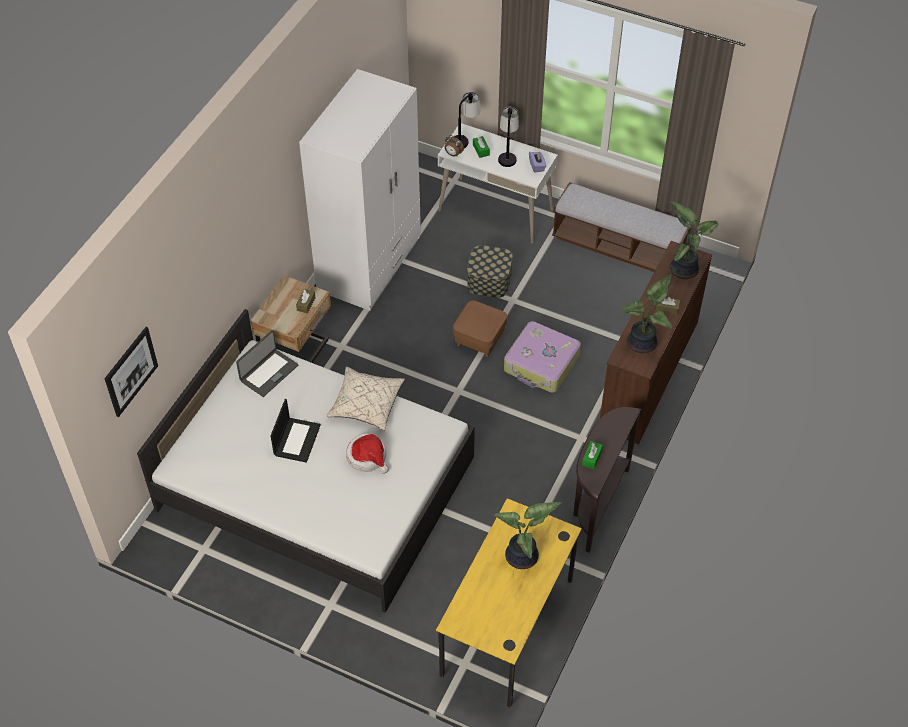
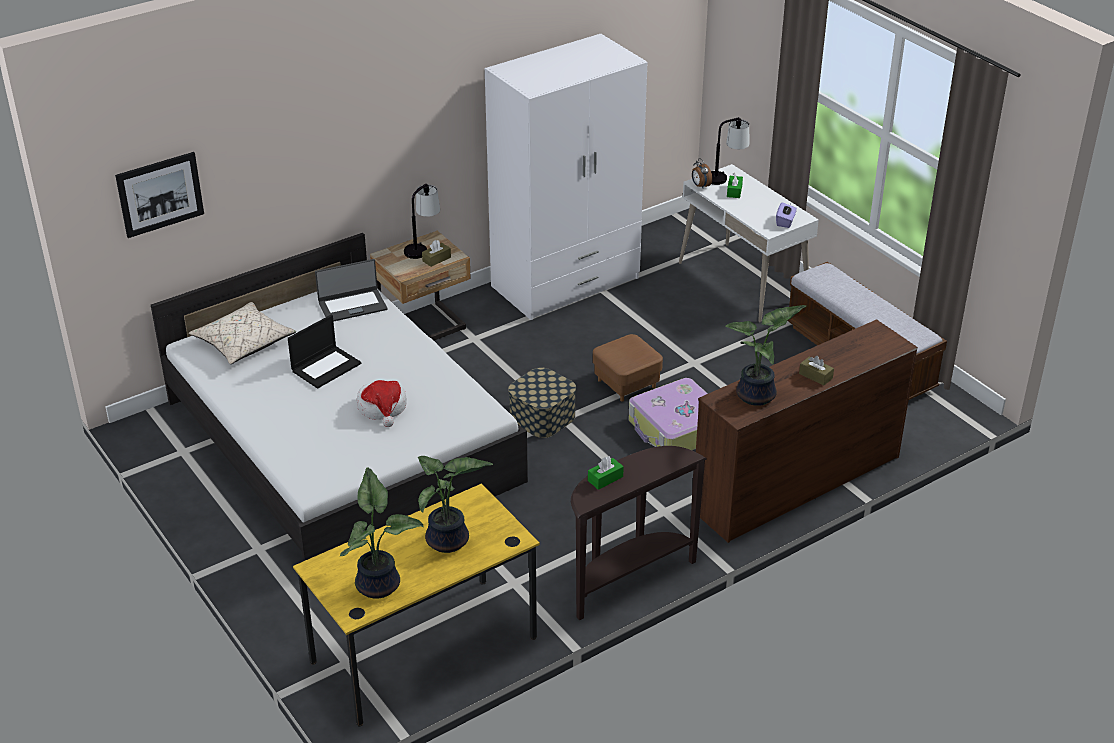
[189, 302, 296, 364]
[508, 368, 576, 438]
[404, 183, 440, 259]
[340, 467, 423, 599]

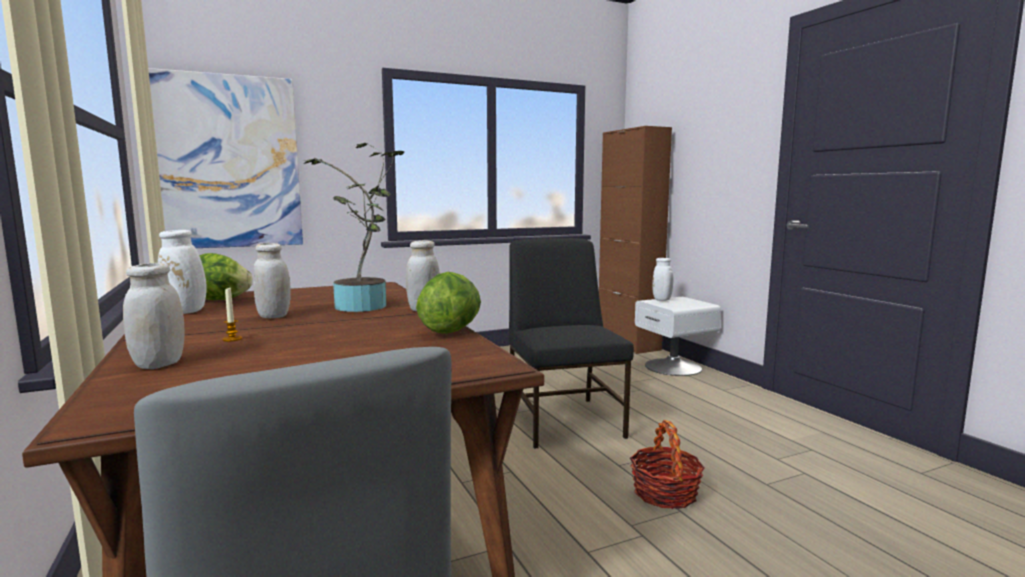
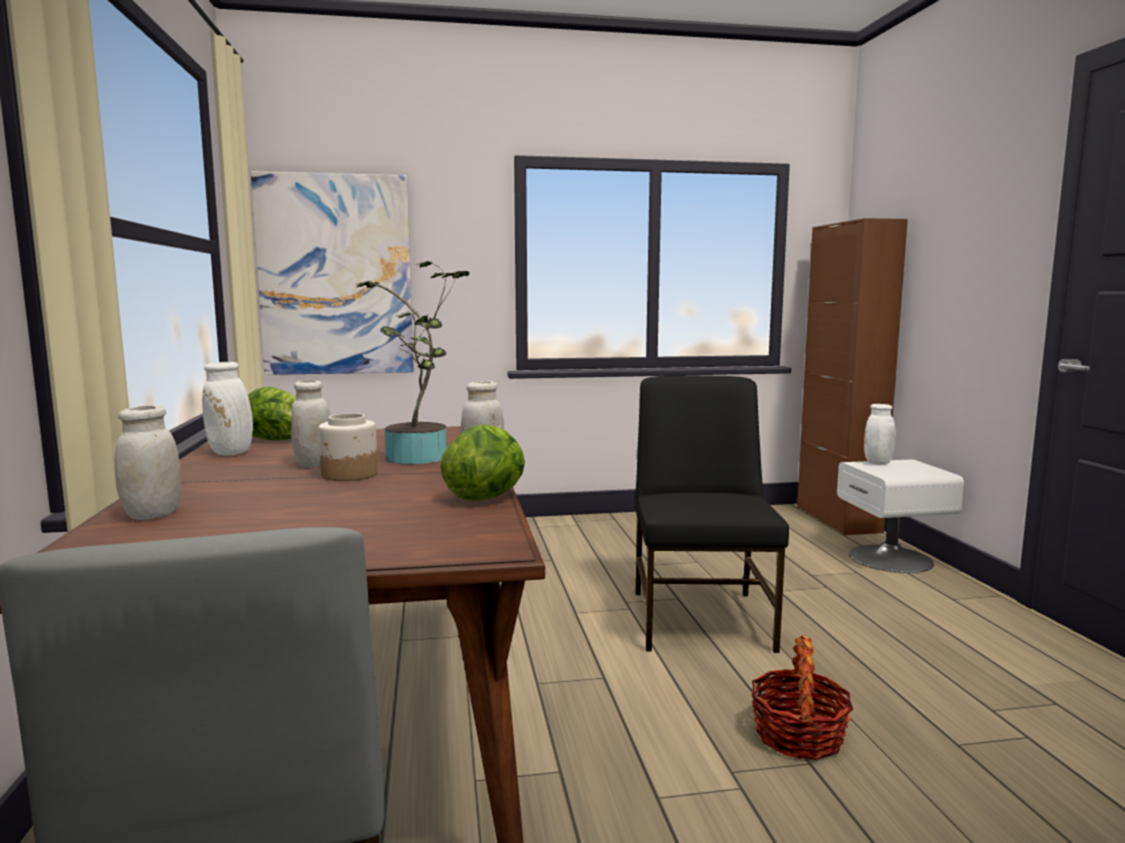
[222, 288, 242, 342] (first image)
[318, 413, 378, 481]

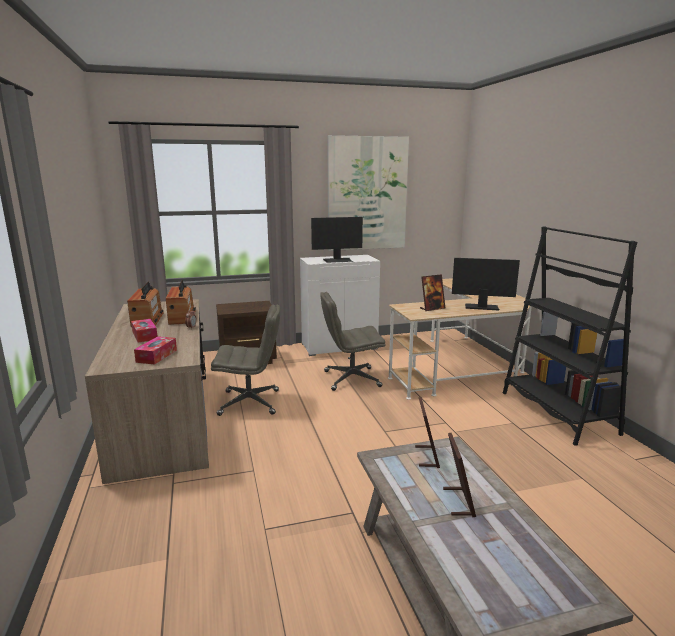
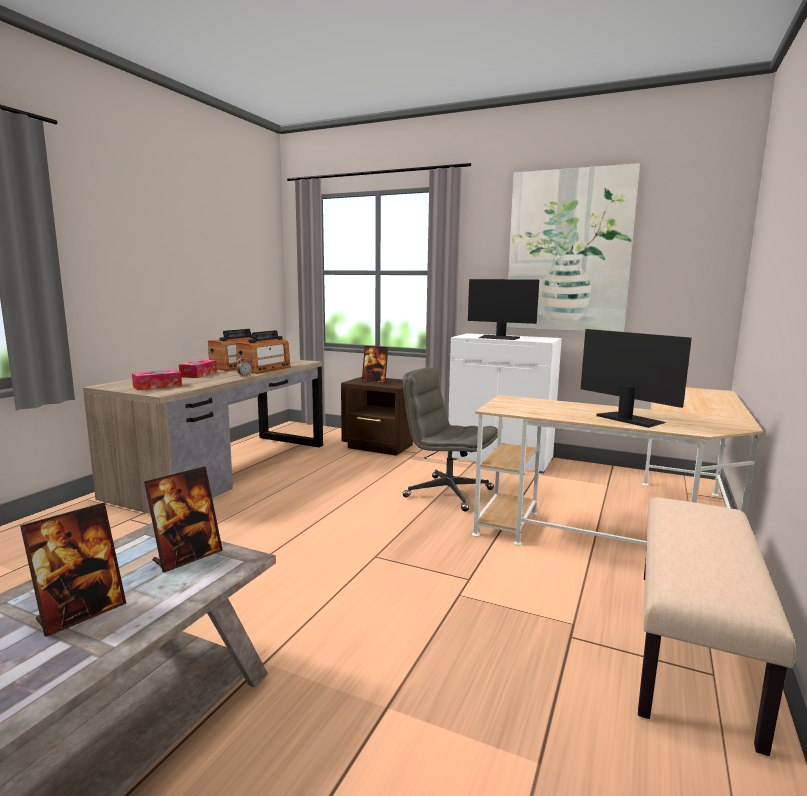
[211, 304, 280, 416] (first image)
[362, 346, 388, 383]
[638, 497, 796, 756]

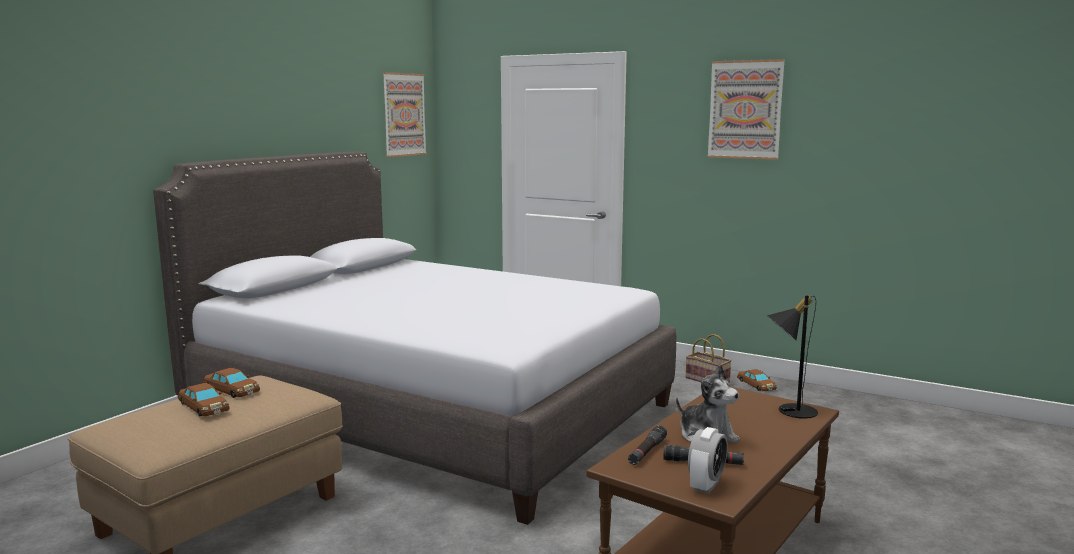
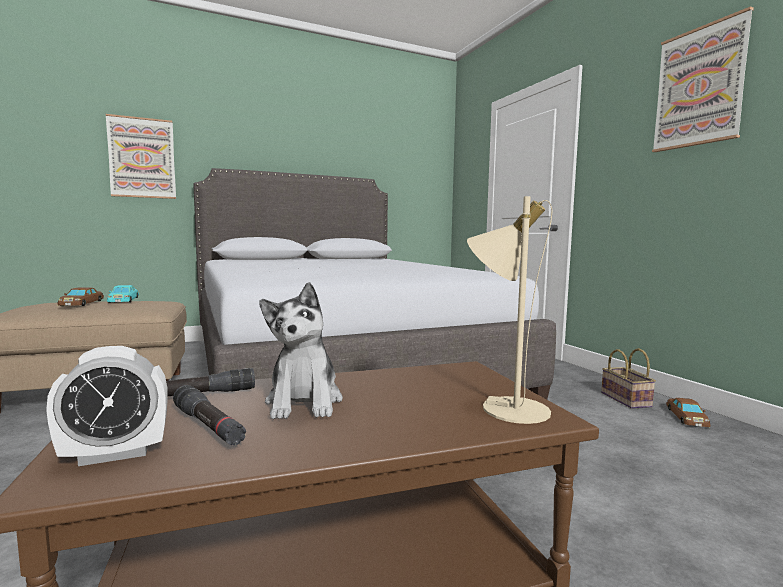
[106, 114, 176, 199]
[107, 285, 139, 303]
[467, 196, 553, 424]

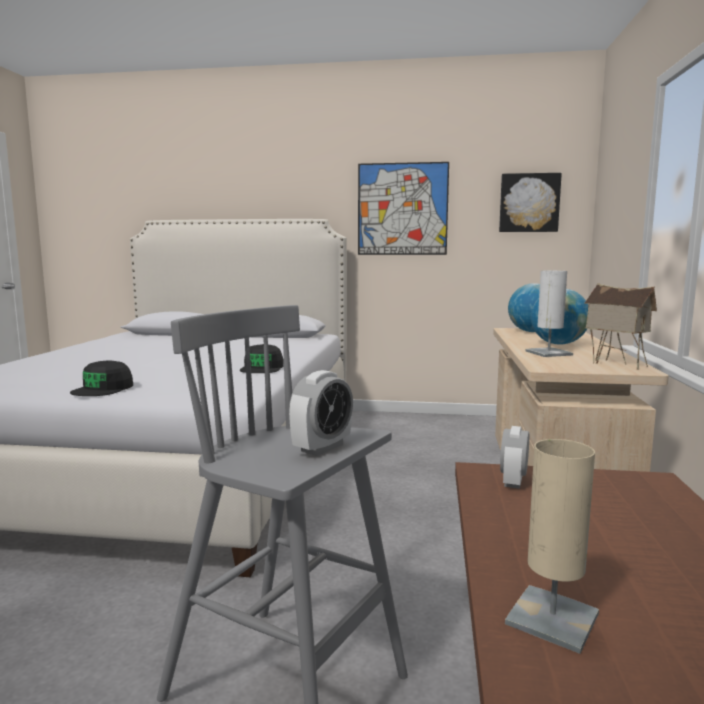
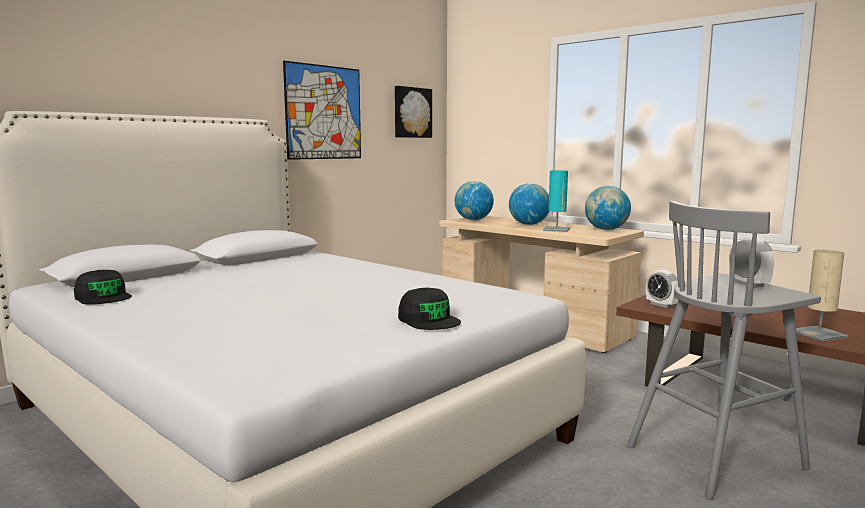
[74, 270, 132, 305]
[585, 186, 631, 230]
[543, 170, 570, 232]

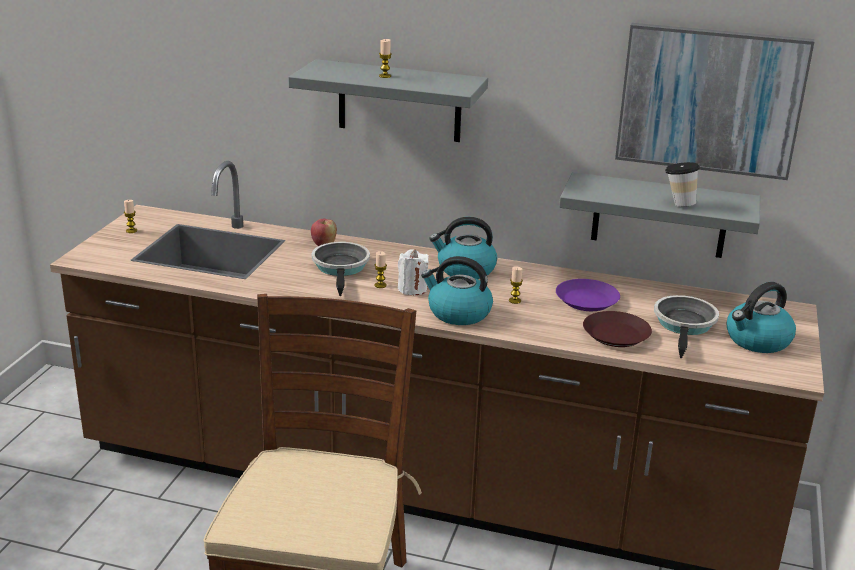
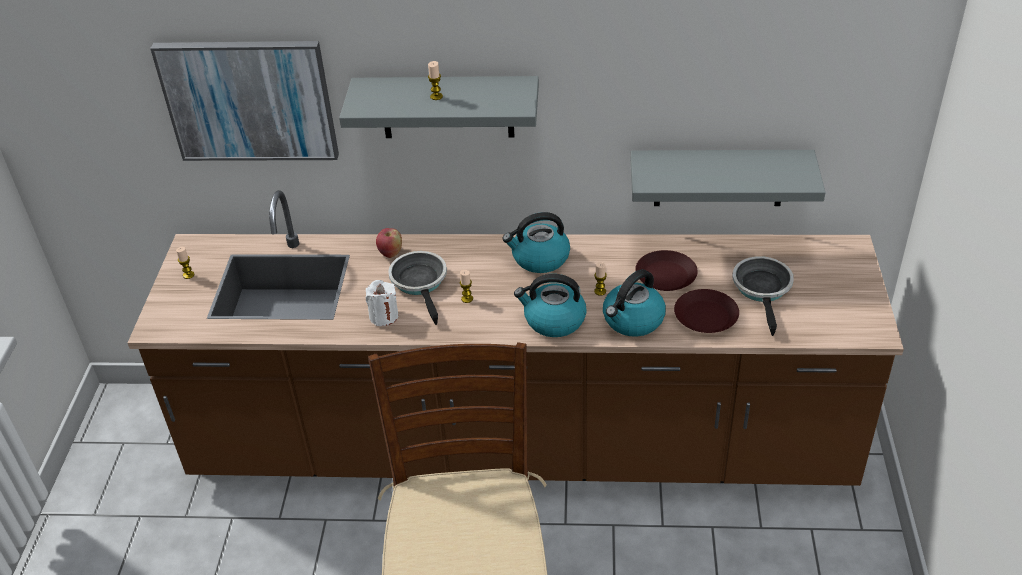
[665, 162, 700, 207] (first image)
[366, 280, 398, 326]
[150, 41, 339, 161]
[603, 269, 666, 337]
[635, 250, 698, 291]

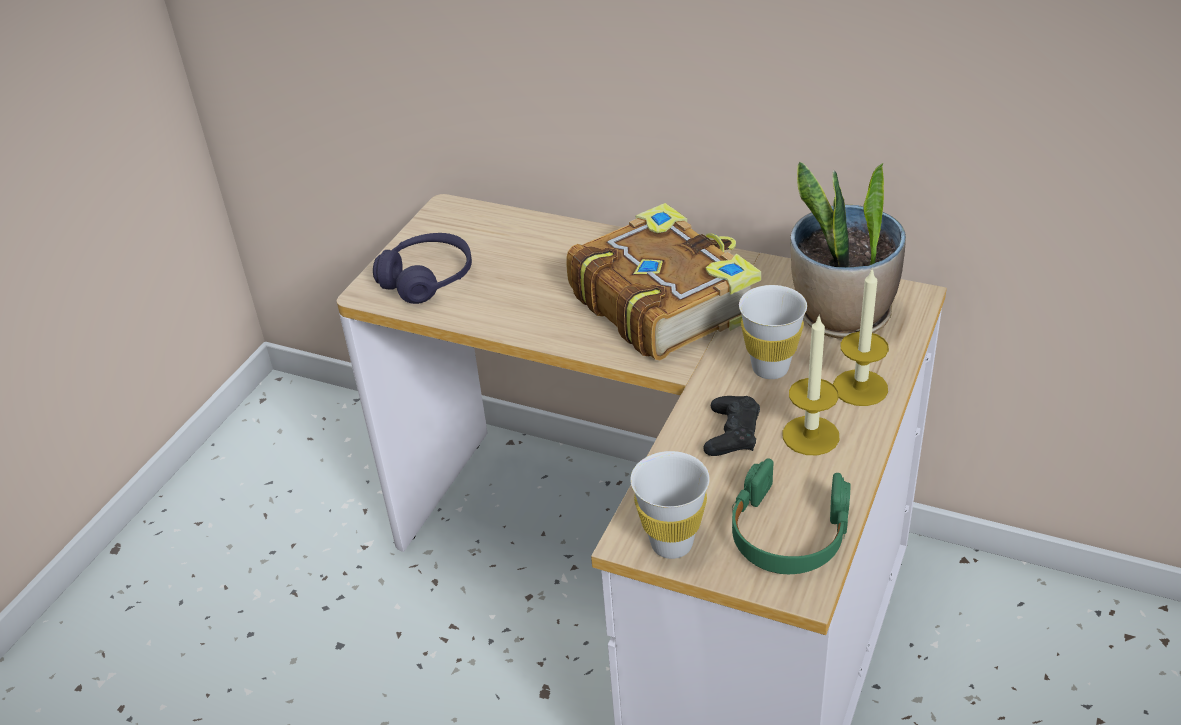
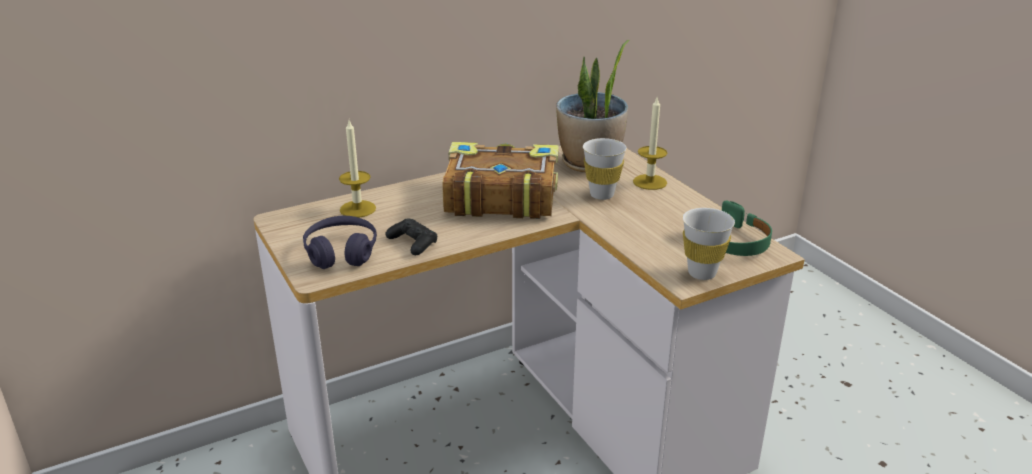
[385, 219, 437, 255]
[339, 121, 376, 218]

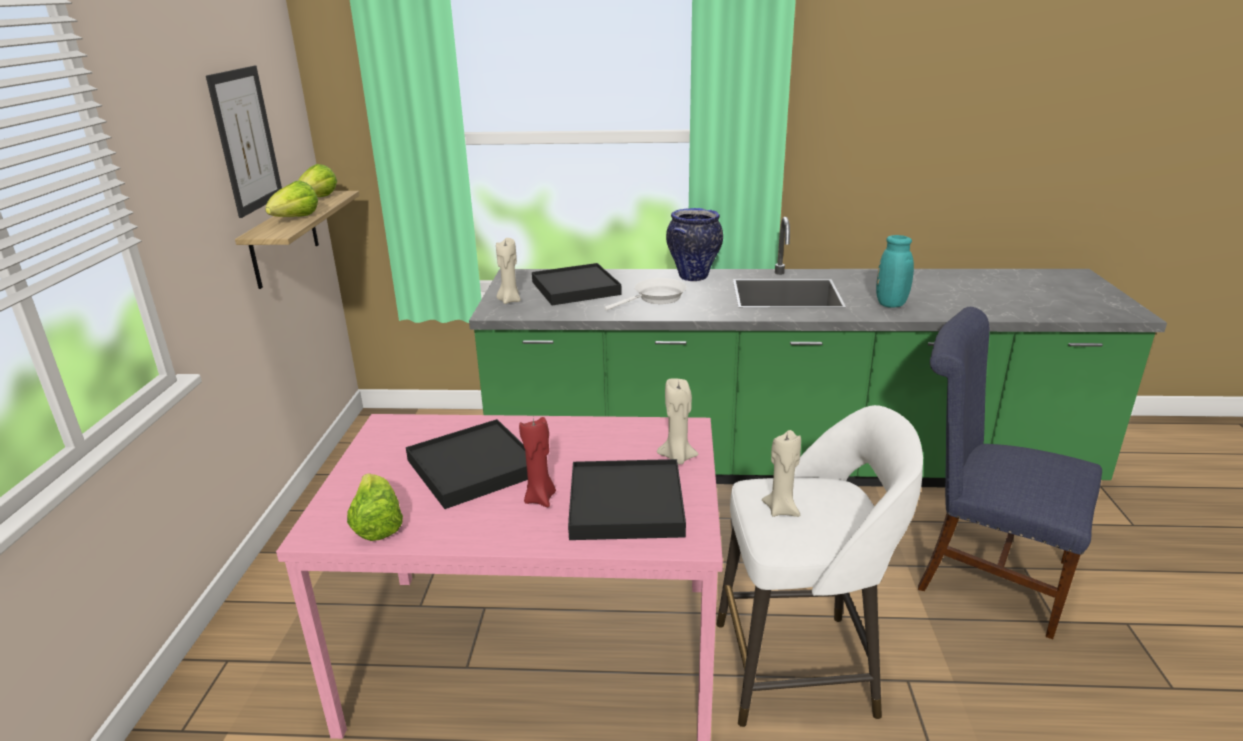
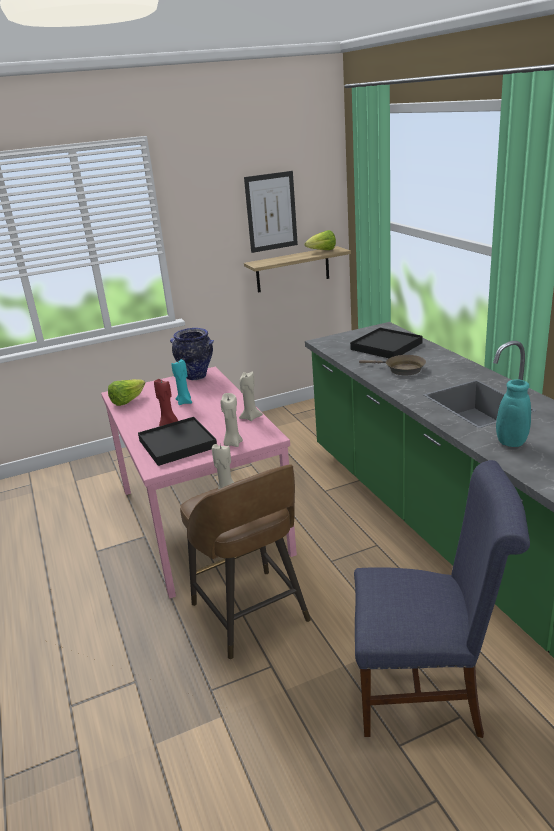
[265, 181, 318, 217] (first image)
[239, 372, 263, 421]
[170, 328, 214, 380]
[171, 359, 192, 405]
[359, 355, 426, 375]
[180, 465, 311, 659]
[354, 460, 530, 738]

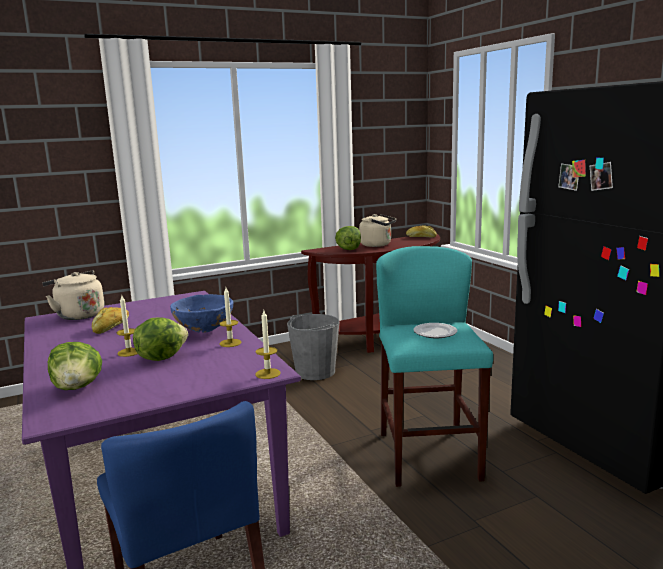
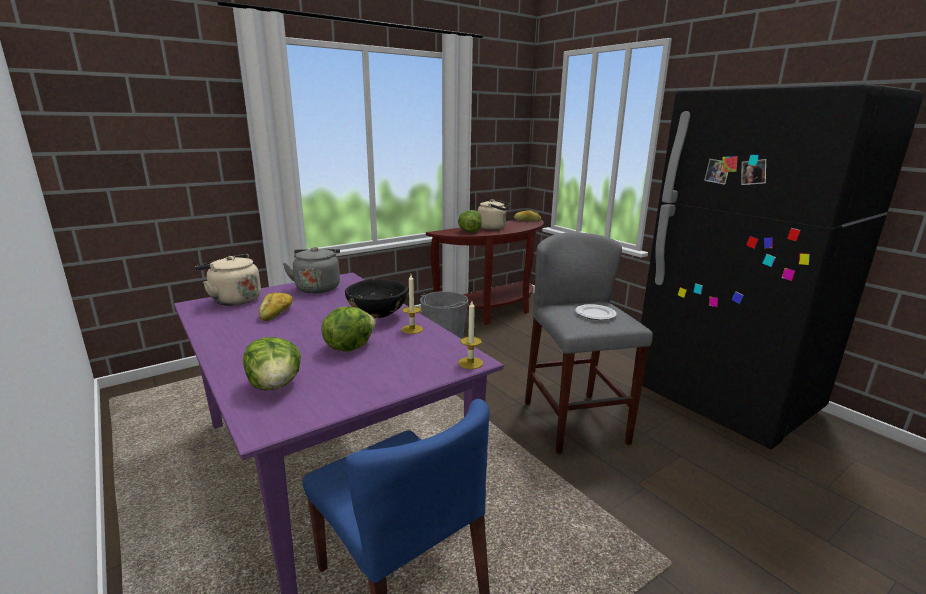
[117, 295, 138, 357] (first image)
[283, 247, 340, 294]
[345, 279, 408, 318]
[525, 233, 653, 454]

